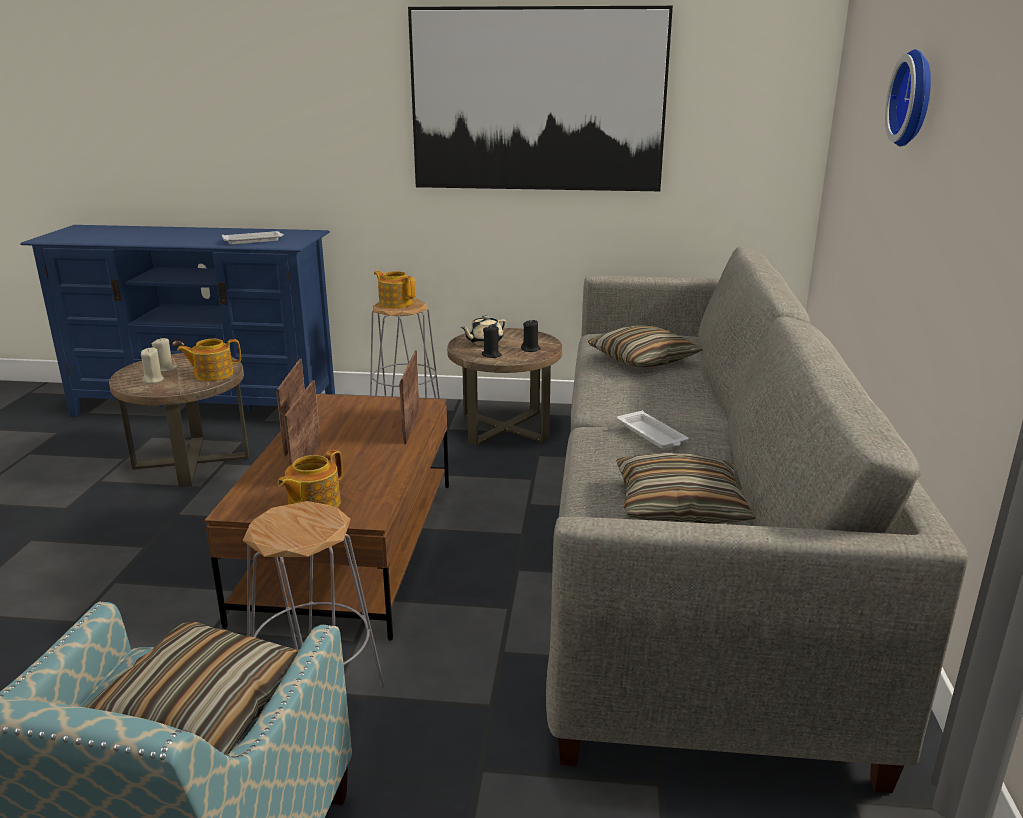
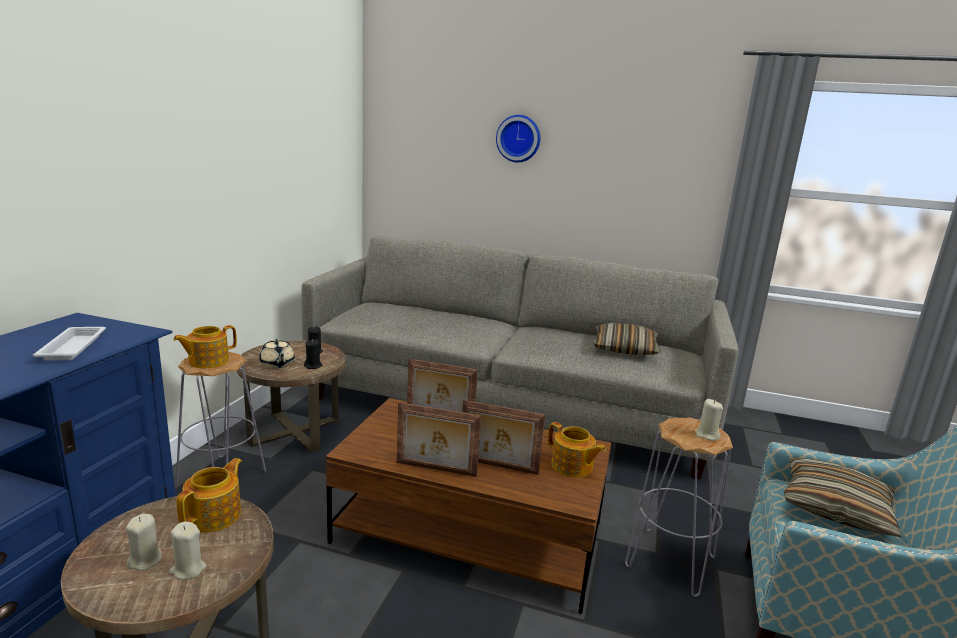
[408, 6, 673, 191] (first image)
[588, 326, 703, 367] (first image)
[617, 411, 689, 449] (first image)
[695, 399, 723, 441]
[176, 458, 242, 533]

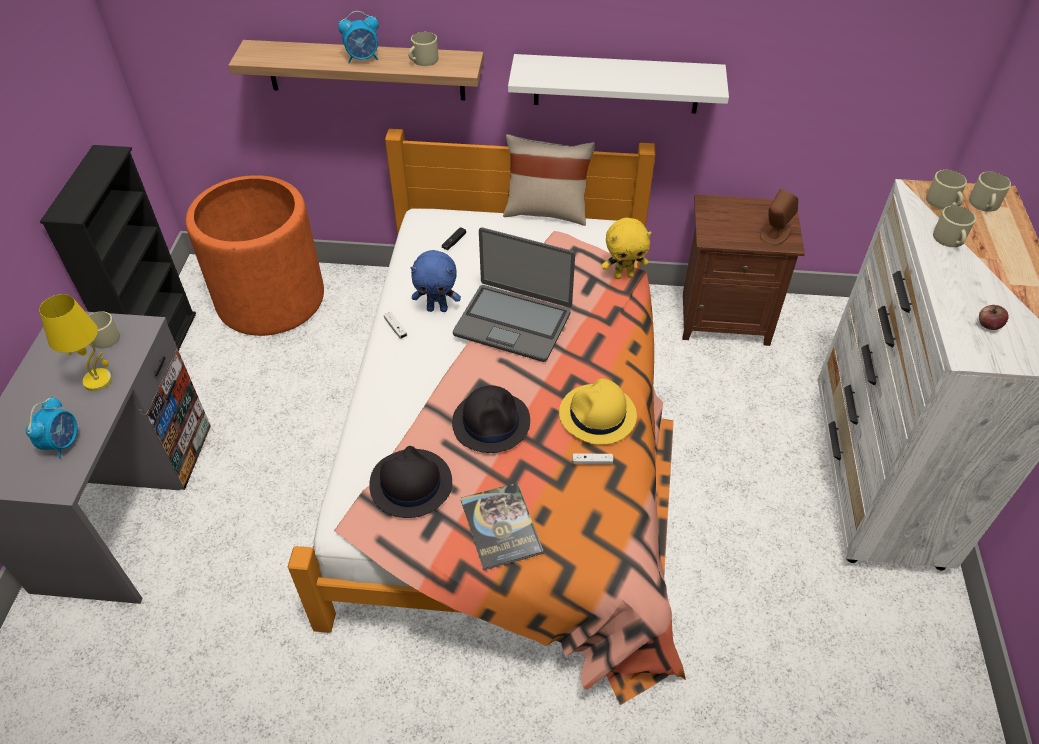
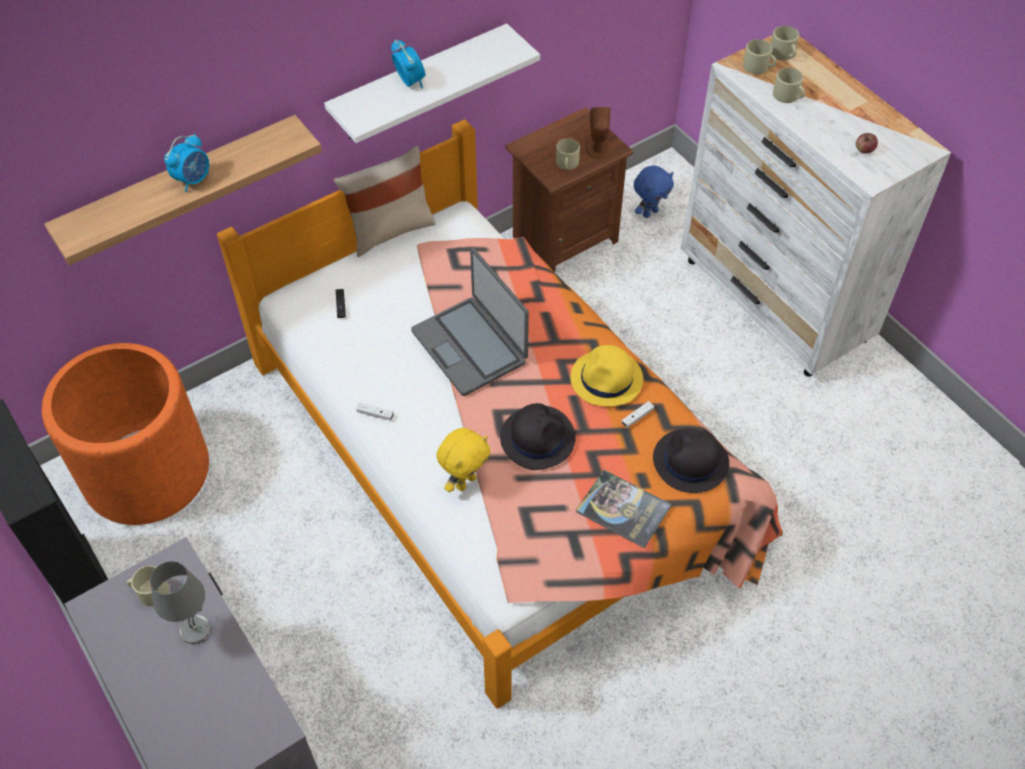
[391, 40, 425, 89]
[653, 428, 729, 493]
[556, 138, 580, 170]
[634, 165, 674, 218]
[436, 428, 491, 492]
[150, 561, 211, 644]
[411, 248, 529, 396]

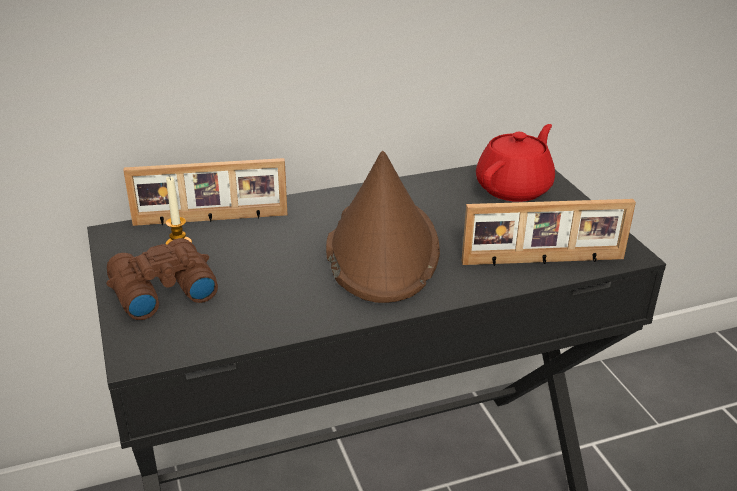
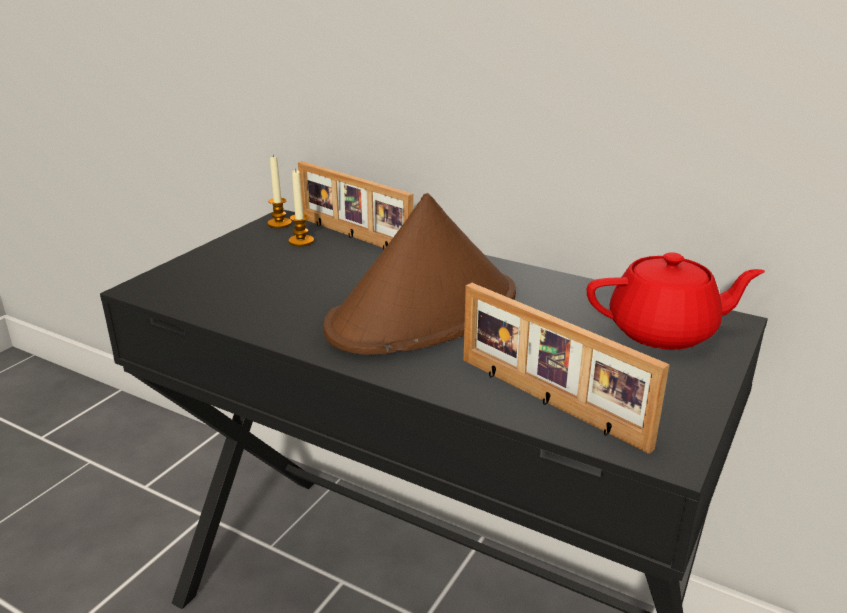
[106, 238, 218, 320] (first image)
[267, 155, 292, 228]

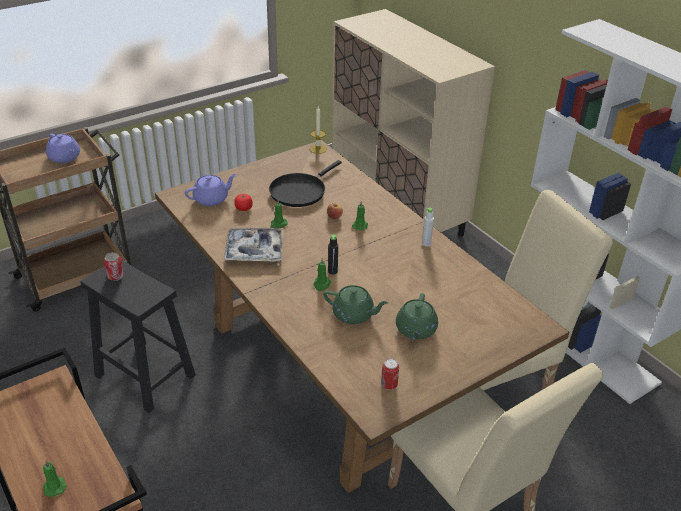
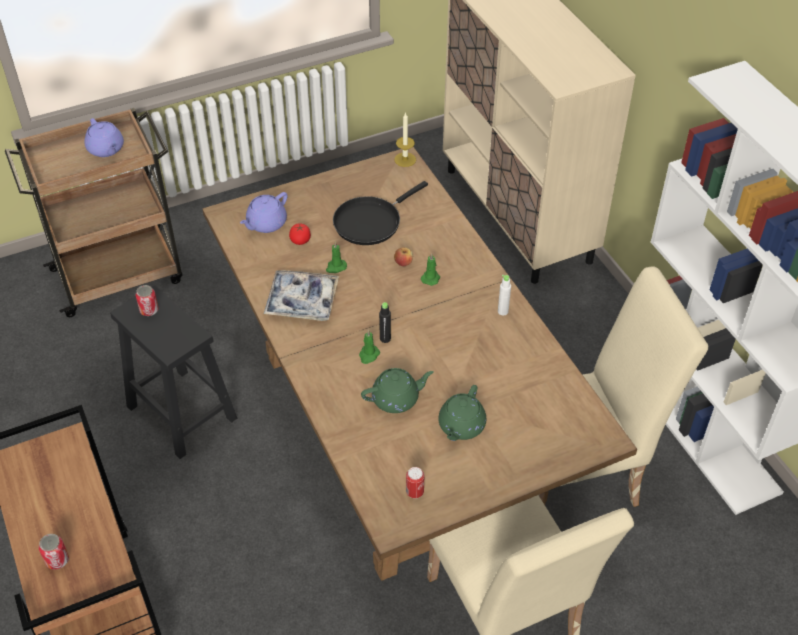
[39, 534, 69, 570]
[240, 192, 288, 233]
[361, 368, 434, 413]

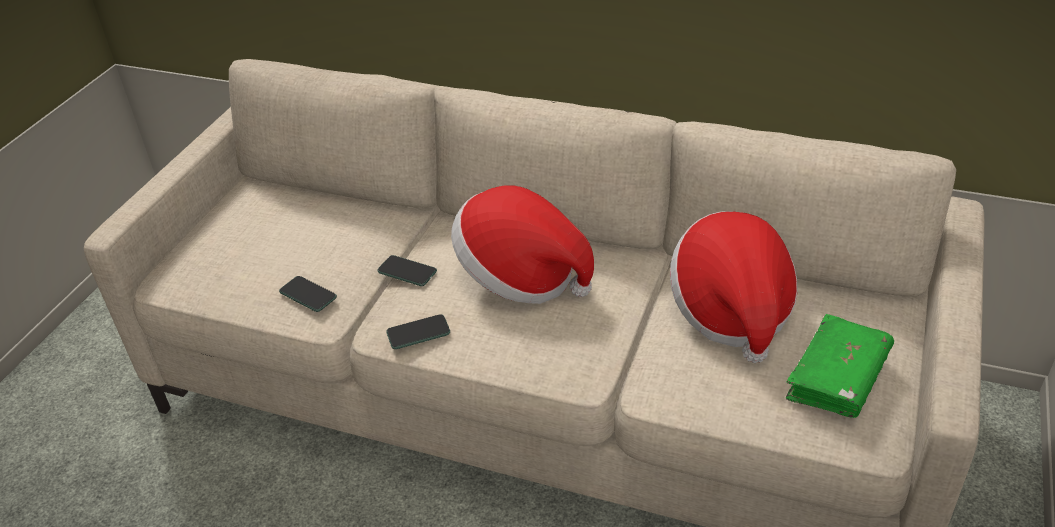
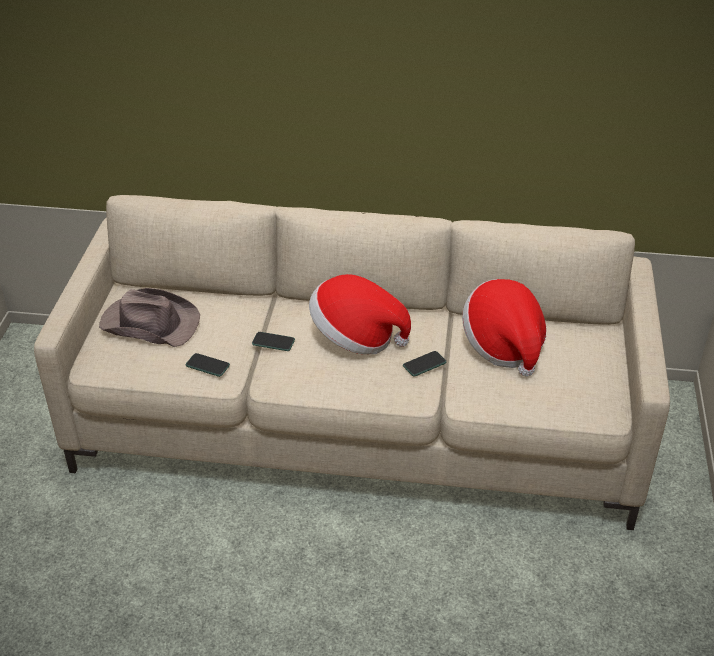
[786, 314, 894, 418] (first image)
[99, 288, 200, 347]
[403, 351, 446, 377]

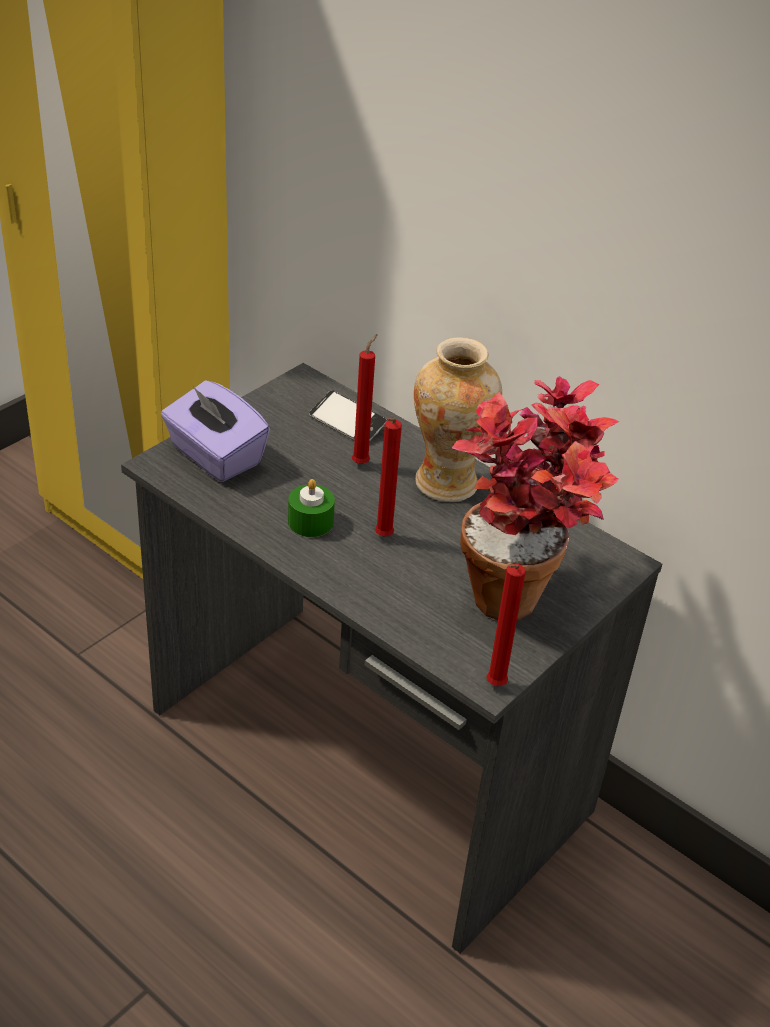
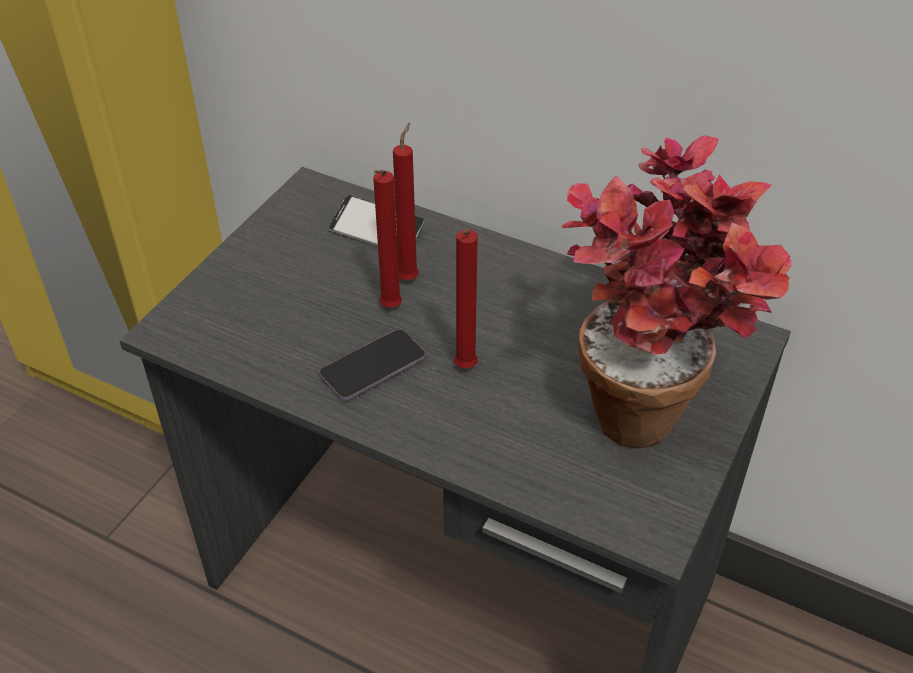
[161, 380, 270, 482] (first image)
[414, 337, 502, 502] (first image)
[373, 170, 402, 308]
[319, 329, 426, 401]

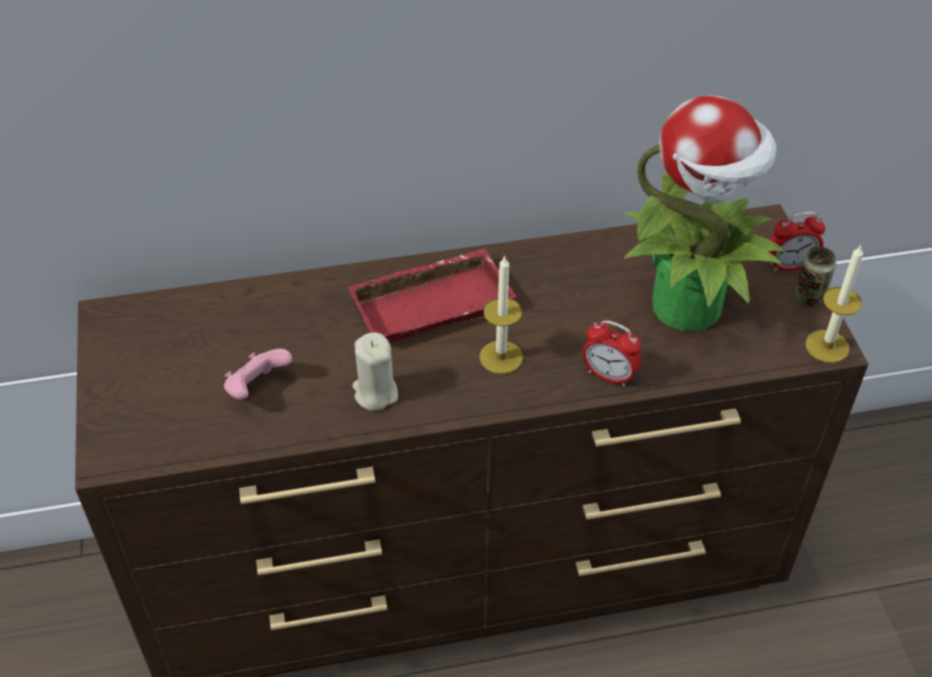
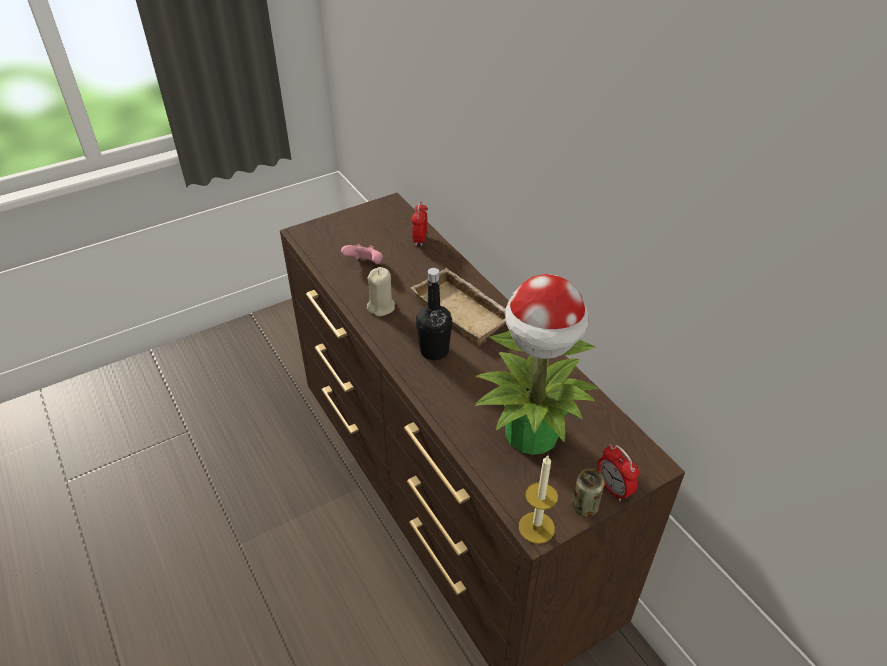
[411, 201, 428, 246]
[416, 268, 452, 360]
[411, 268, 506, 344]

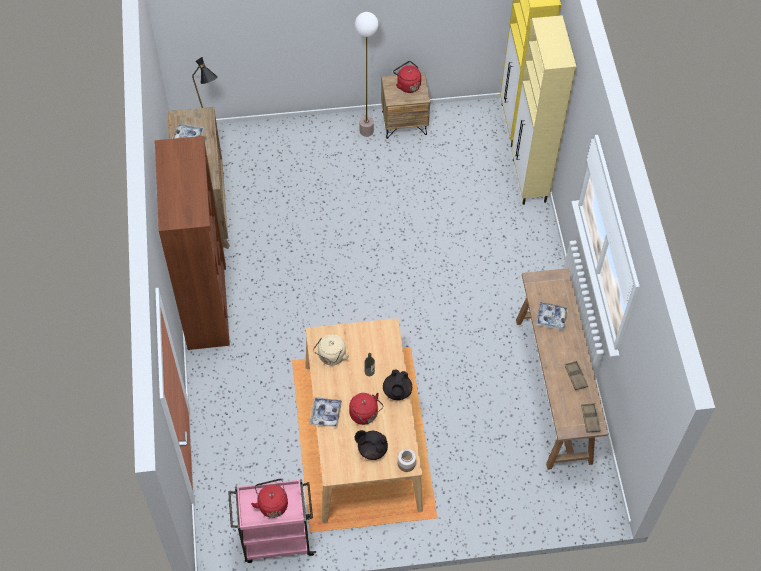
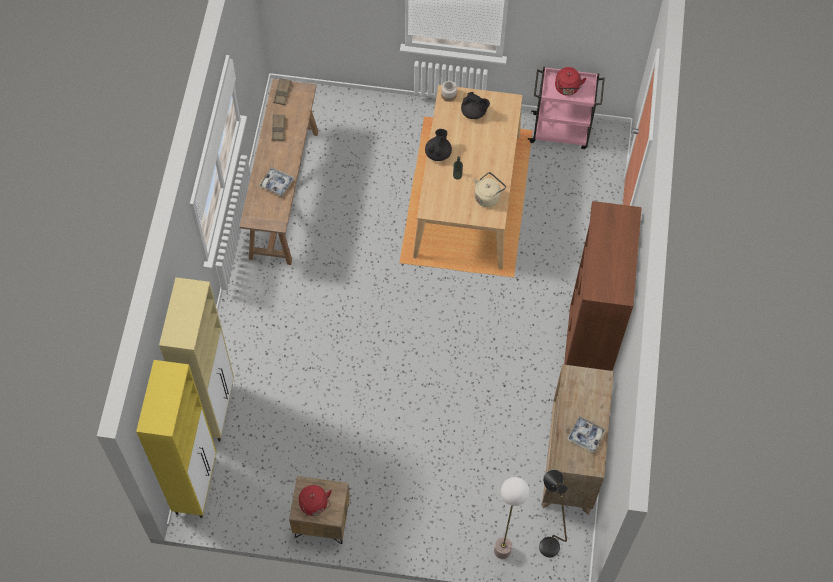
[310, 397, 342, 428] (first image)
[349, 393, 383, 425] (first image)
[494, 477, 529, 559]

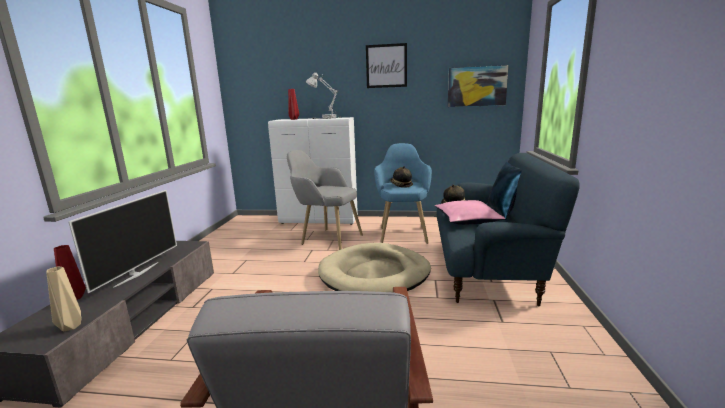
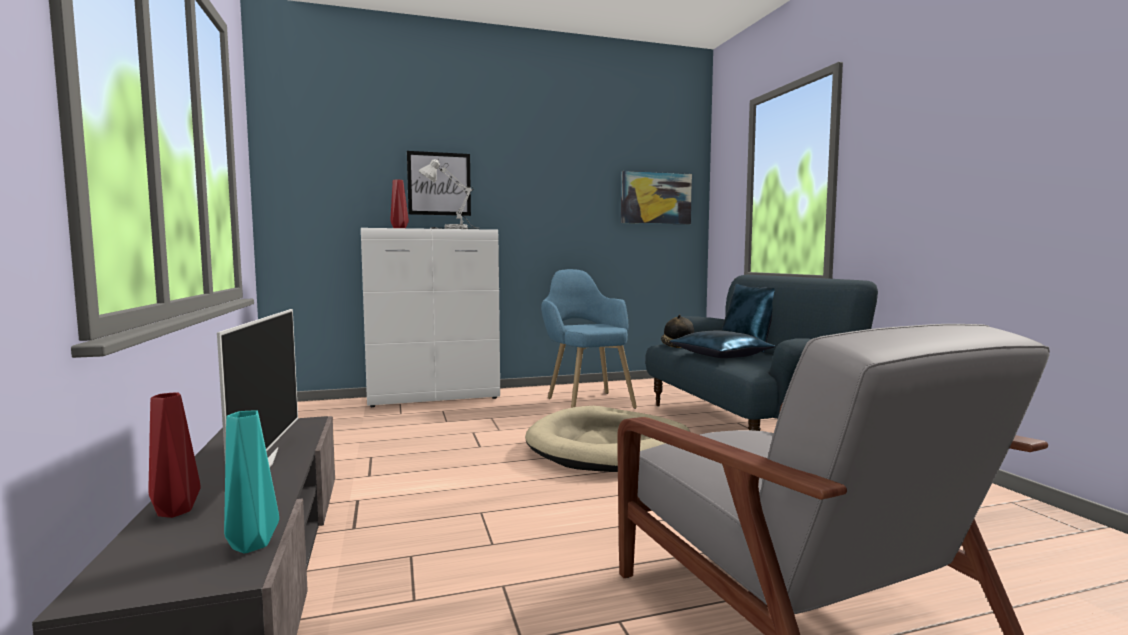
[287, 150, 363, 250] (first image)
[390, 166, 413, 188] (first image)
[407, 151, 471, 216]
[224, 411, 279, 553]
[669, 330, 775, 358]

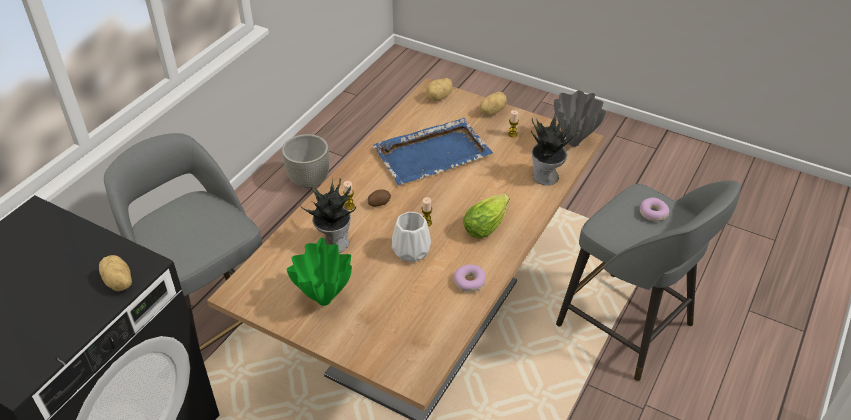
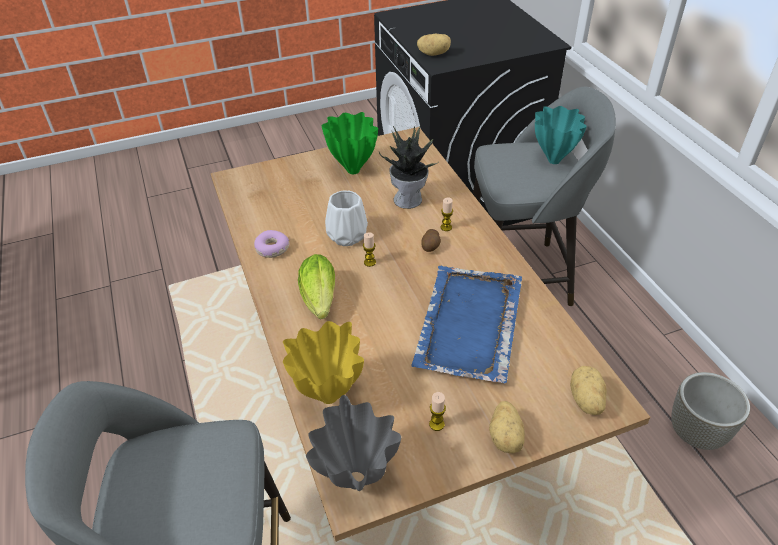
[640, 197, 670, 221] (first image)
[535, 106, 587, 164]
[283, 321, 364, 404]

